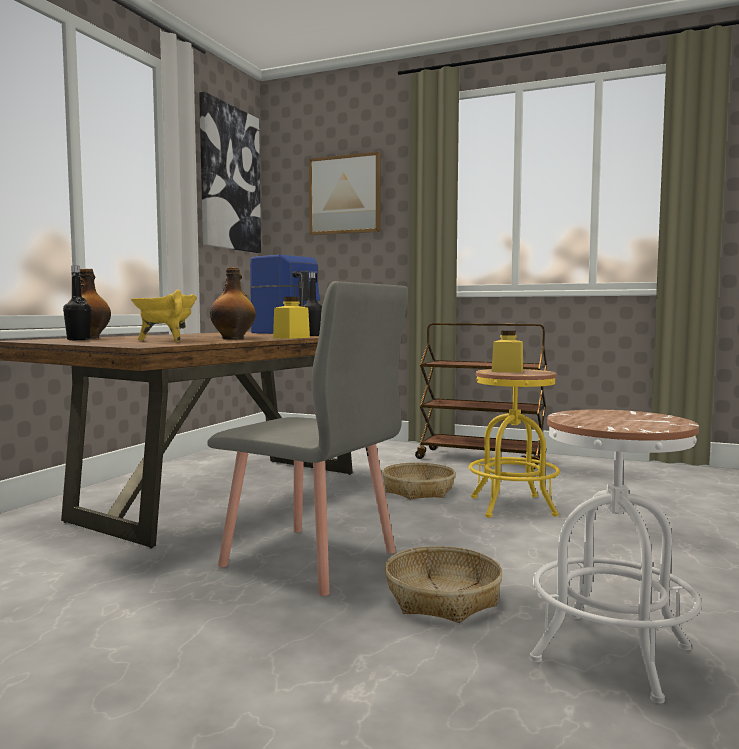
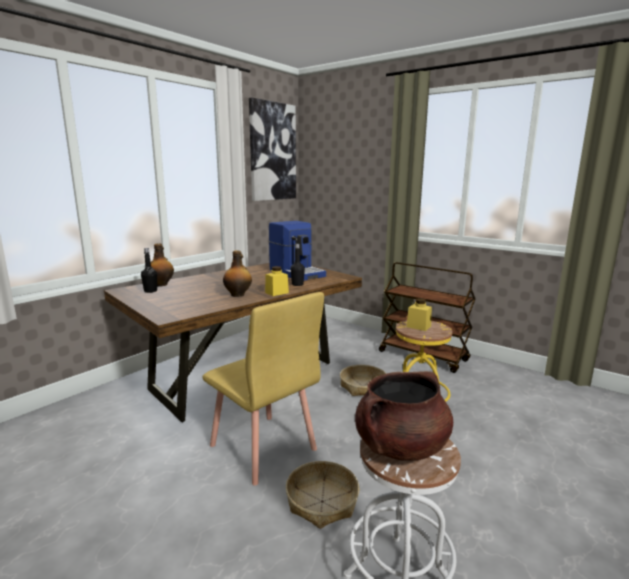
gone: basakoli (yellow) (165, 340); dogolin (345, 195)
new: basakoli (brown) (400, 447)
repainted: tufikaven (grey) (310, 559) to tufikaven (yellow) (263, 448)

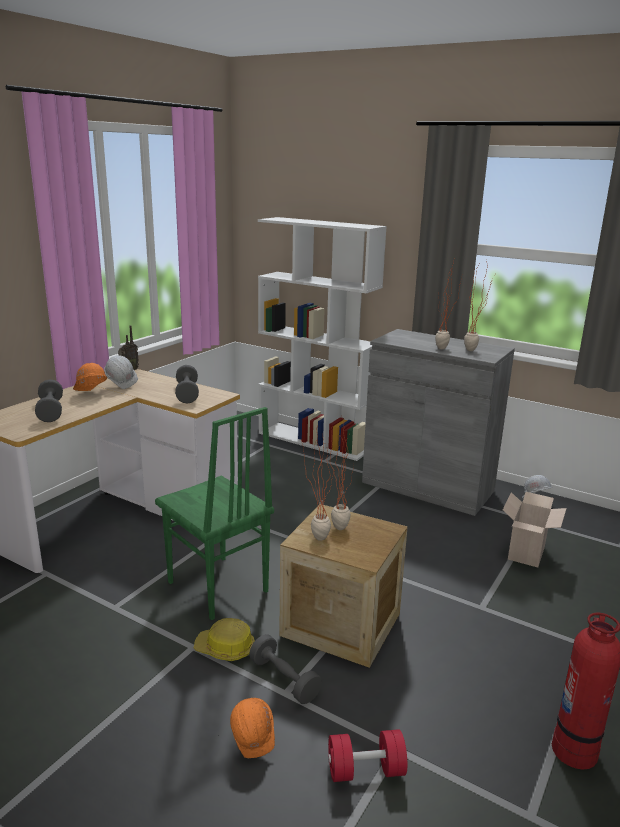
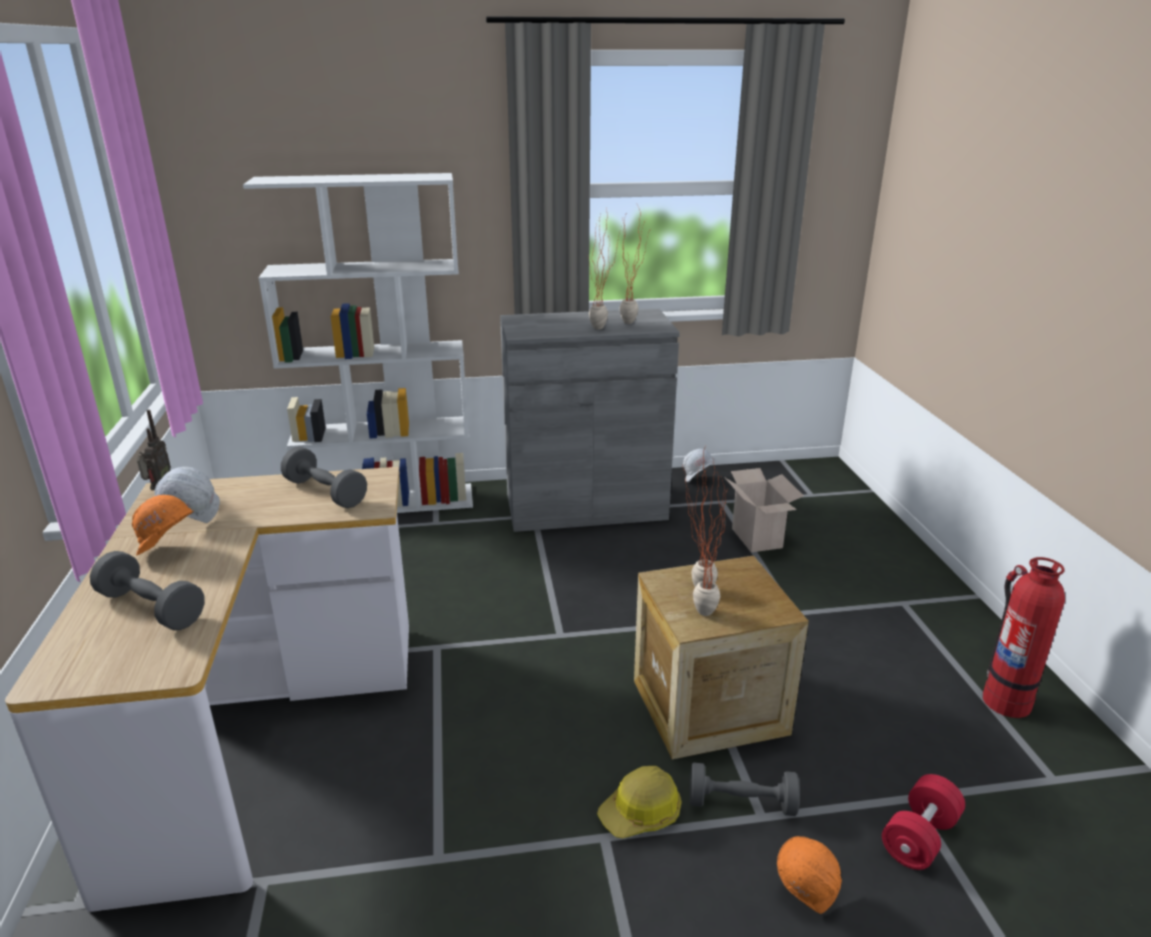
gone: tufikaven (green) (217, 588)

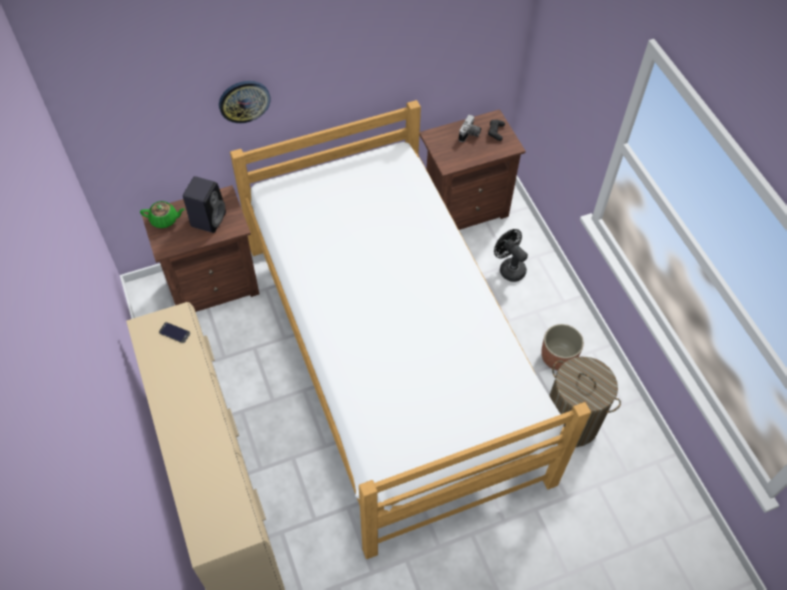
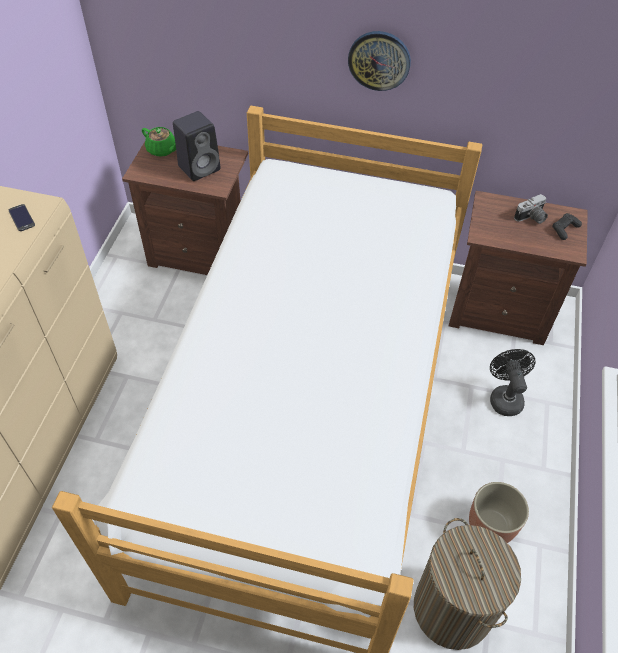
shifted: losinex (244, 101) to (379, 60)

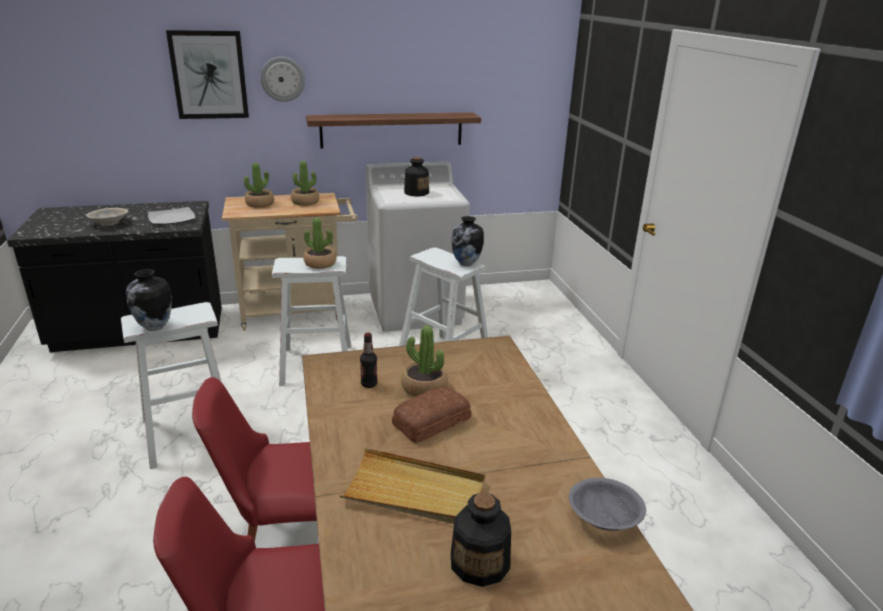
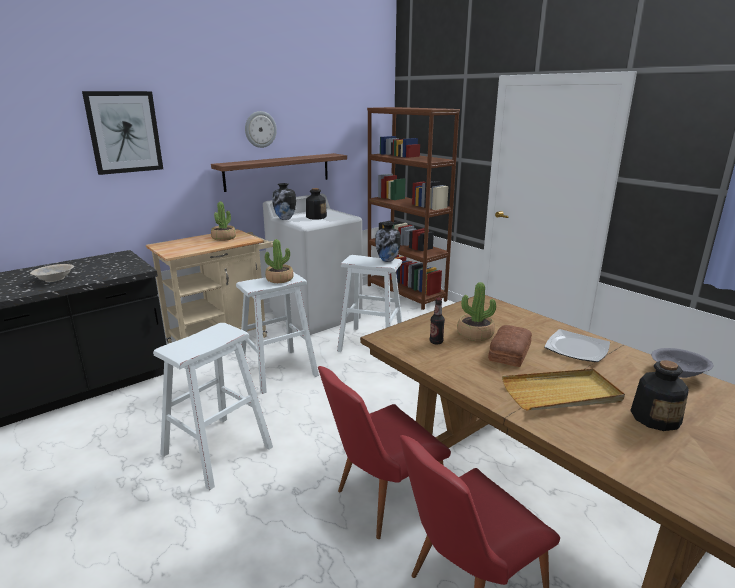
gone: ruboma (260, 204)
new: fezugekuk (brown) (406, 293)
shifted: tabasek (154, 327) to (285, 219); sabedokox (171, 218) to (577, 349); losinex (282, 79) to (260, 129)

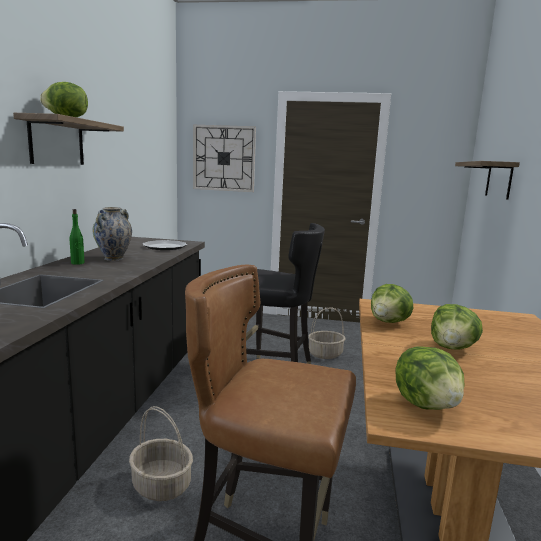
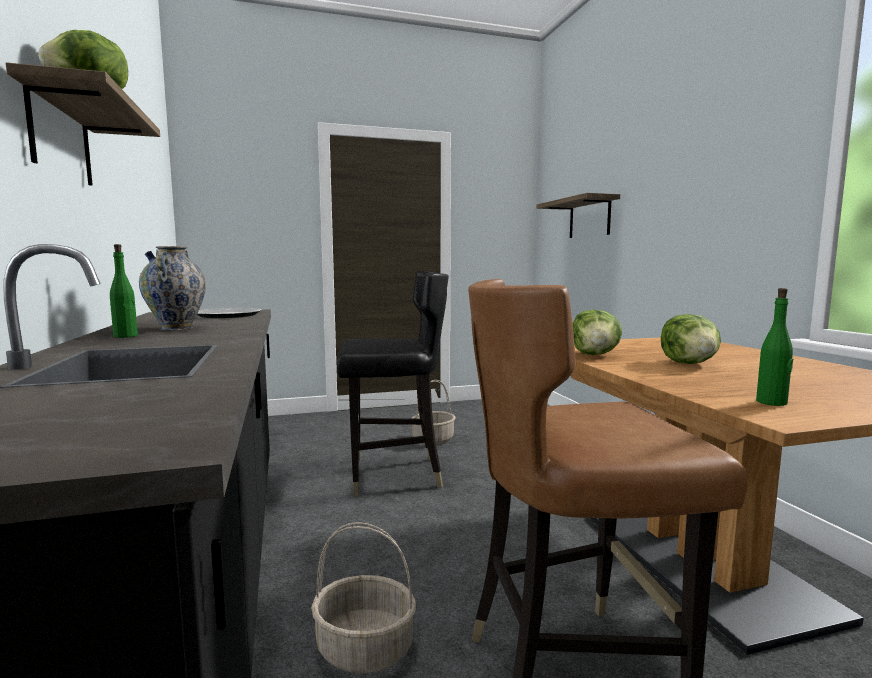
gone: losinex (224, 158)
swapped: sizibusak (427, 404) to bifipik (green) (772, 402)

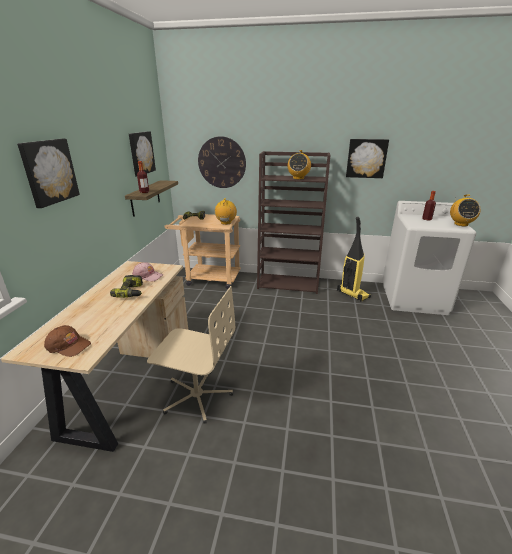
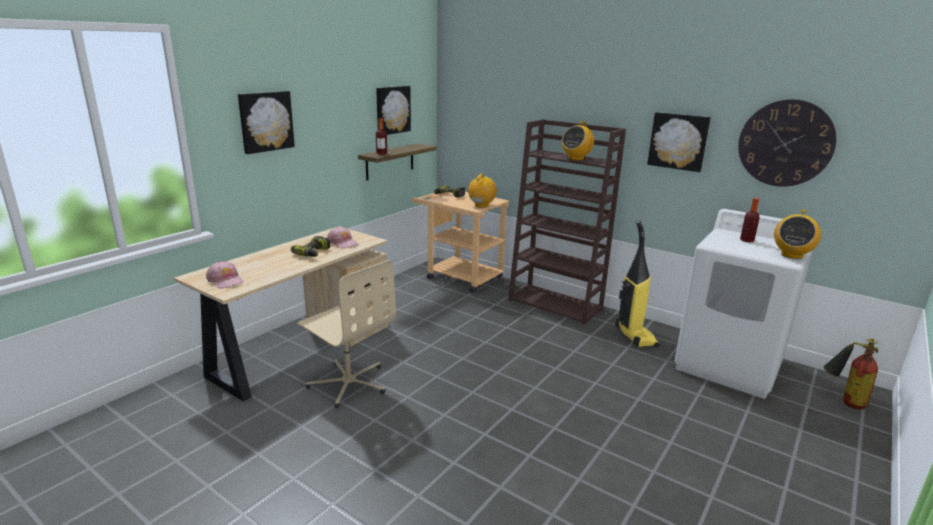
new: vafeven (843, 400)
shifted: losinex (222, 162) to (785, 143)
repainted: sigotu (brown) (68, 345) to sigotu (pink) (225, 280)

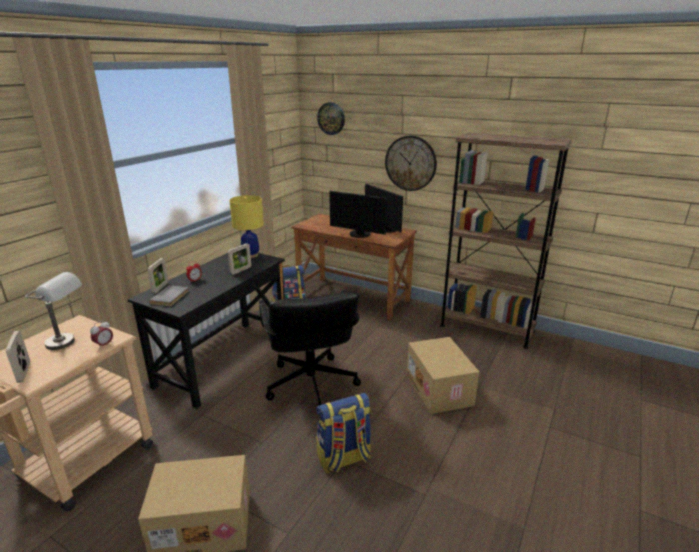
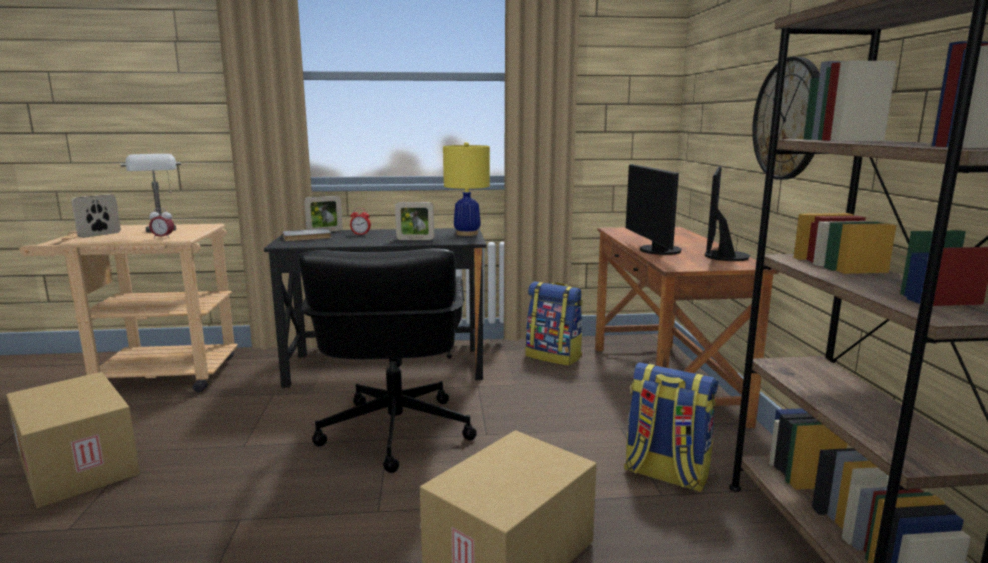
gone: losinex (331, 118)
shifted: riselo (344, 459) to (665, 474)
rotated: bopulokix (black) (310, 385) = (394, 432) 45 degrees counterclockwise

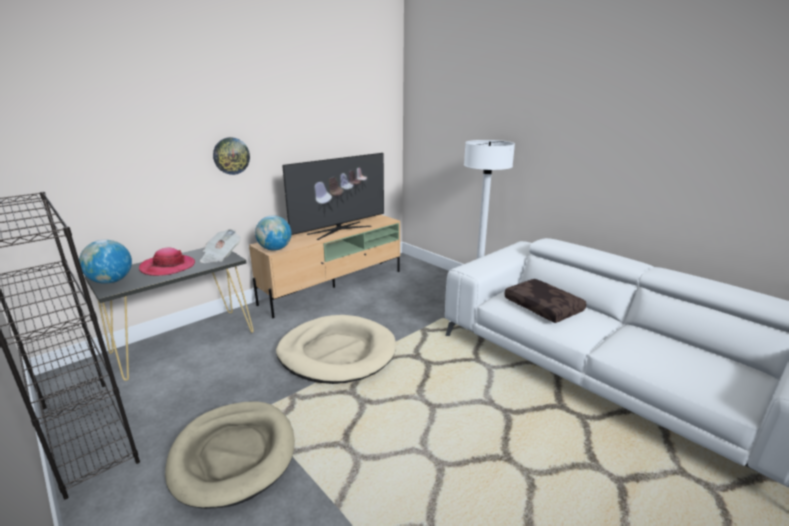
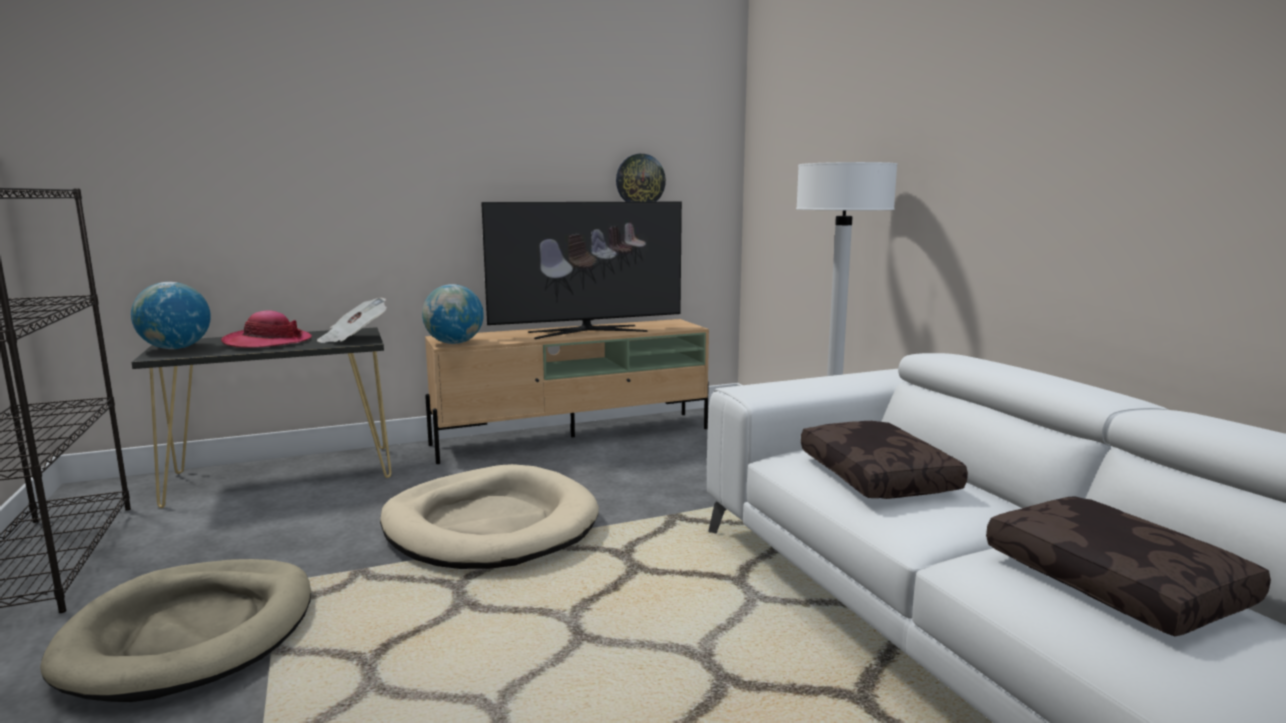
new: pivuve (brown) (1117, 582)
shifted: losinex (231, 156) to (640, 180)

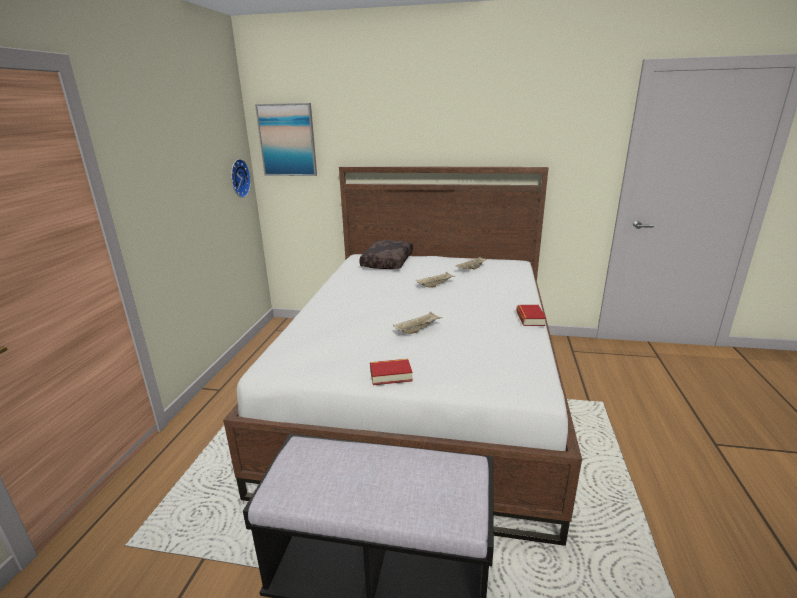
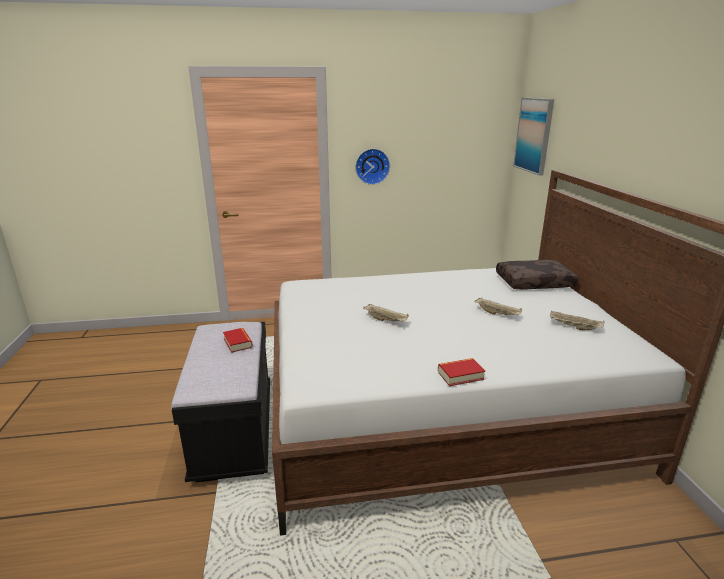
shifted: losinex (238, 178) to (372, 166); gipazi (390, 375) to (238, 343)

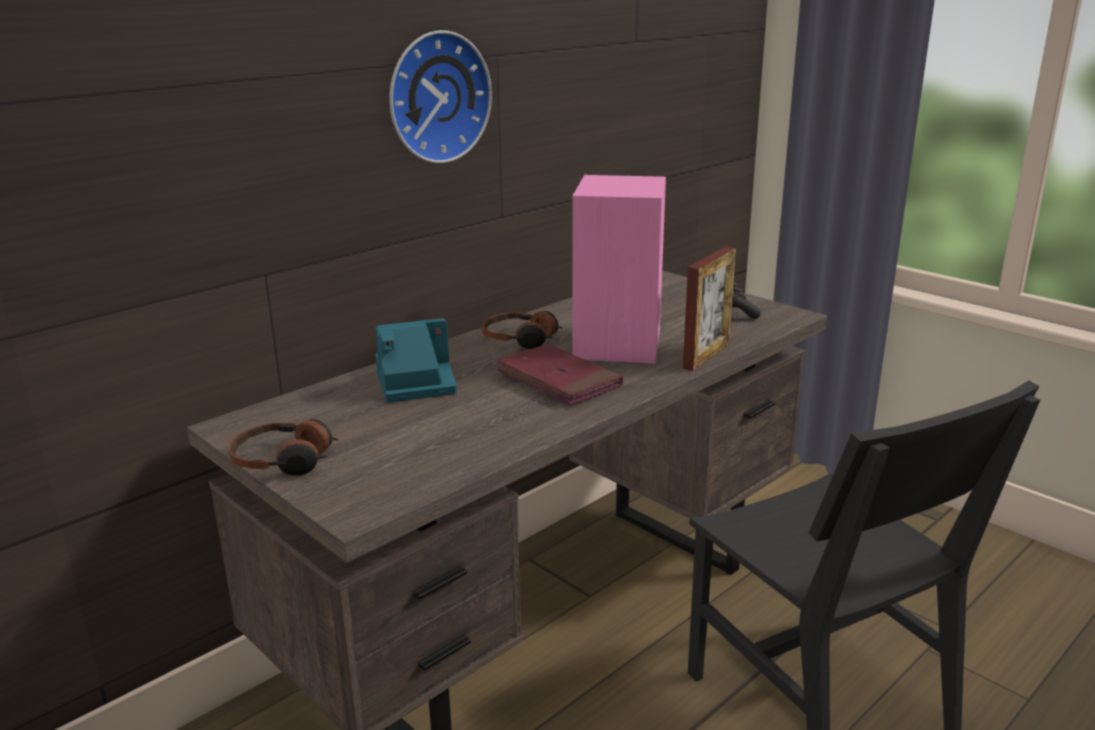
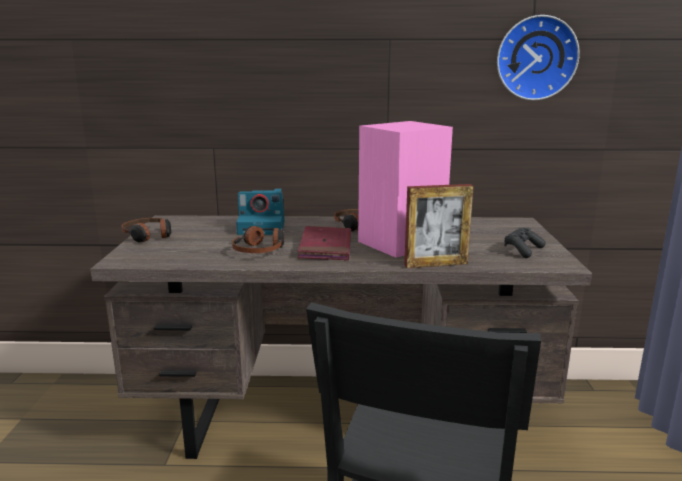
new: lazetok (260, 250)
shifted: losinex (435, 97) to (535, 58)
rotated: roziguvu (414, 383) = (263, 227) 150 degrees clockwise

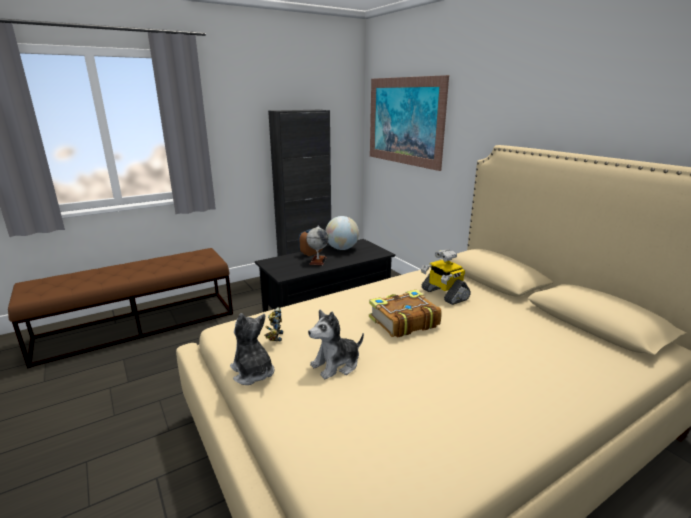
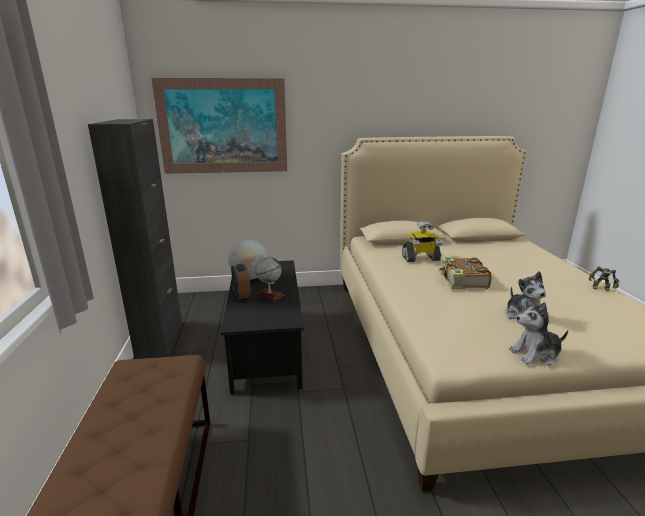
shifted: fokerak (274, 336) to (601, 289)

